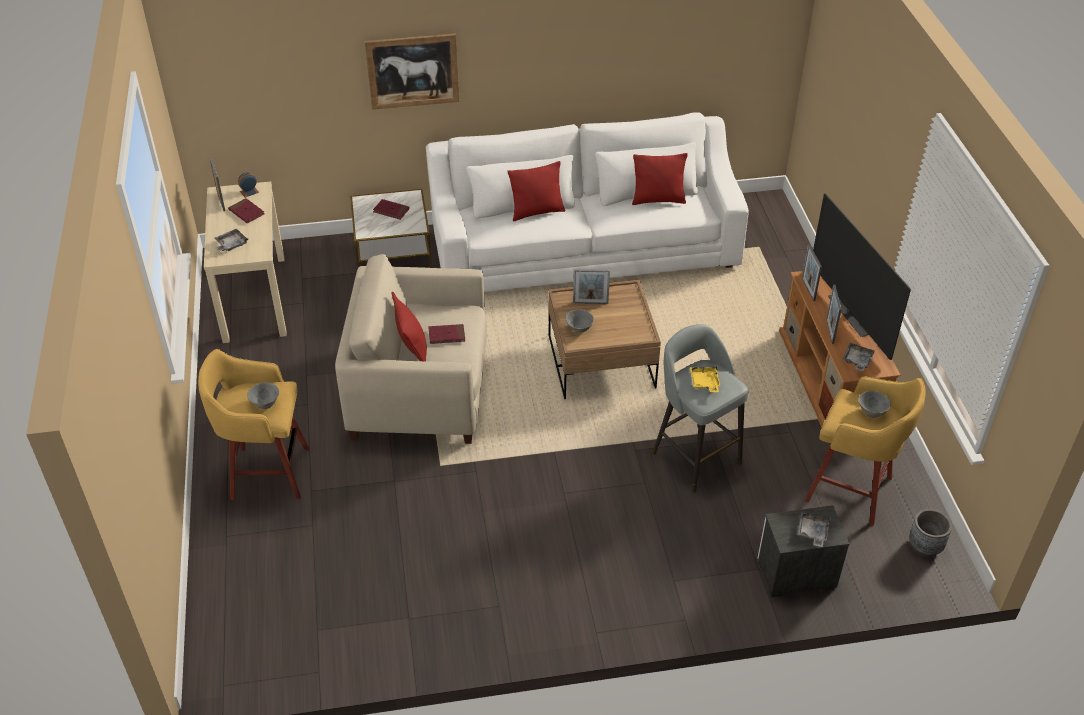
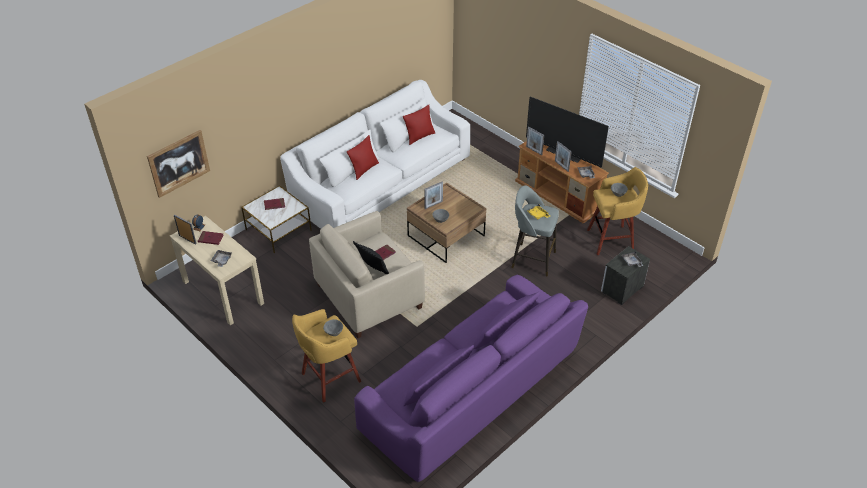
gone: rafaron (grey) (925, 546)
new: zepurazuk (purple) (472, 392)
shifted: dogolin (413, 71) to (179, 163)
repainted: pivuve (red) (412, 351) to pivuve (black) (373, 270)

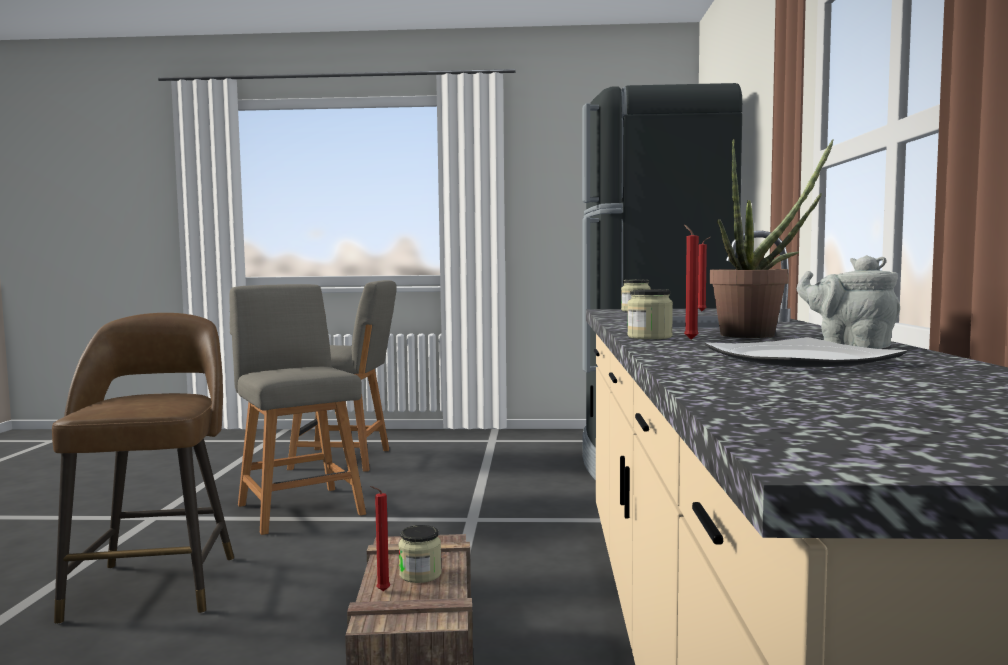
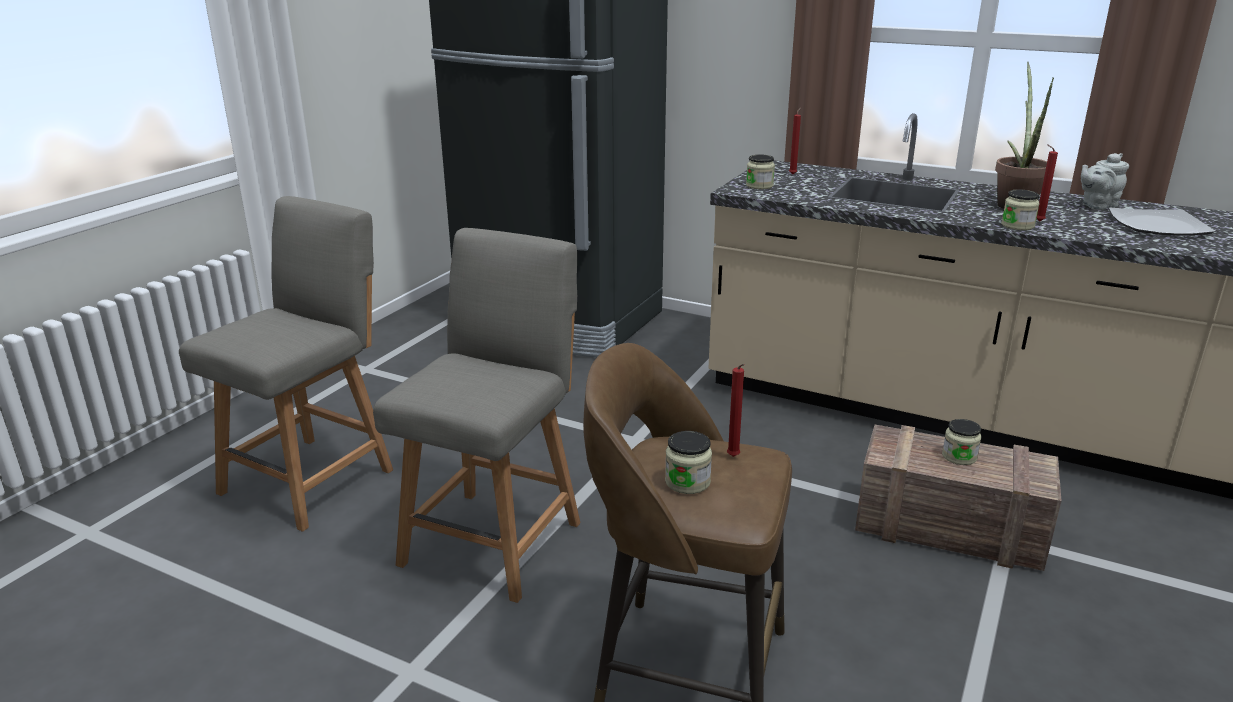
new: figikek (687, 482)
shifted: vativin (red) (381, 592) to (734, 457)
rotated: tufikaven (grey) (299, 508) = (495, 539) 120 degrees clockwise

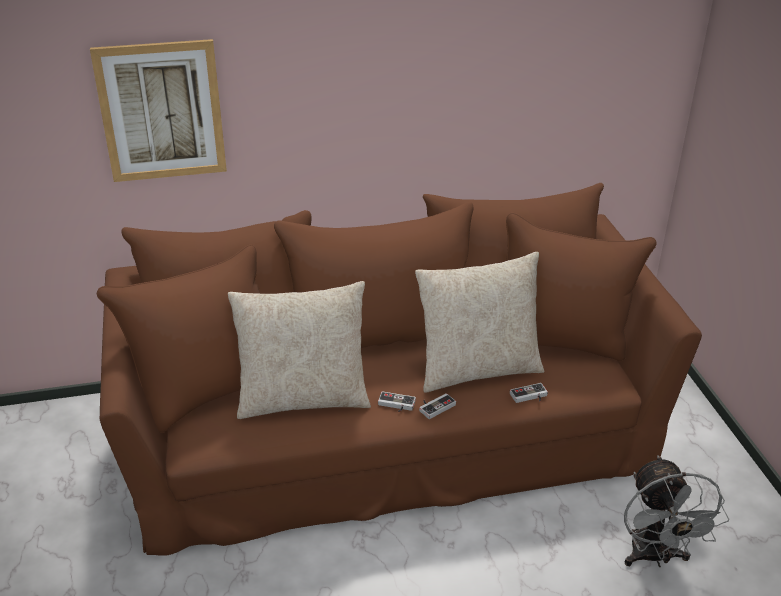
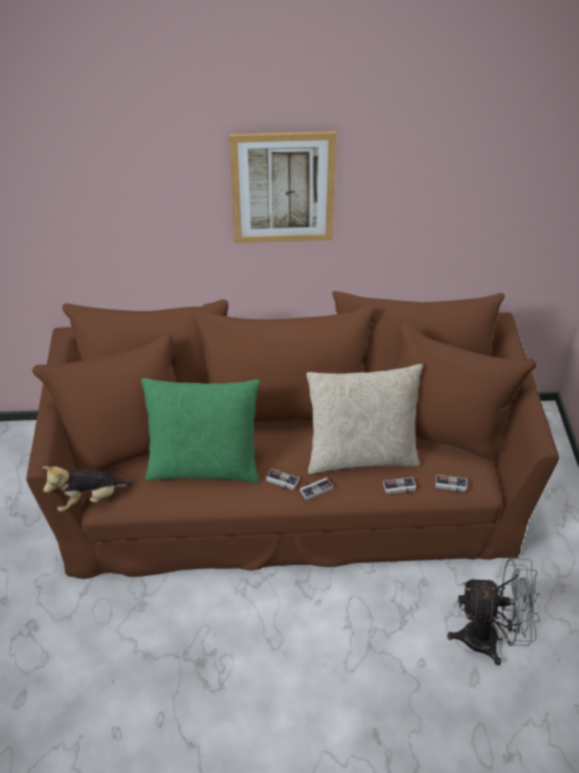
new: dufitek (89, 499); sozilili (450, 487)
shifted: dogolin (161, 111) to (283, 188)
repainted: pivuve (beige) (303, 398) to pivuve (green) (204, 466)
rotated: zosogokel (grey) (655, 557) = (490, 639) 90 degrees counterclockwise

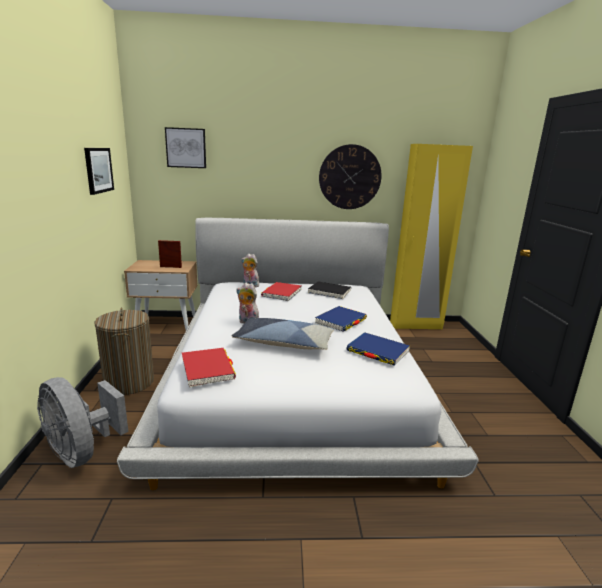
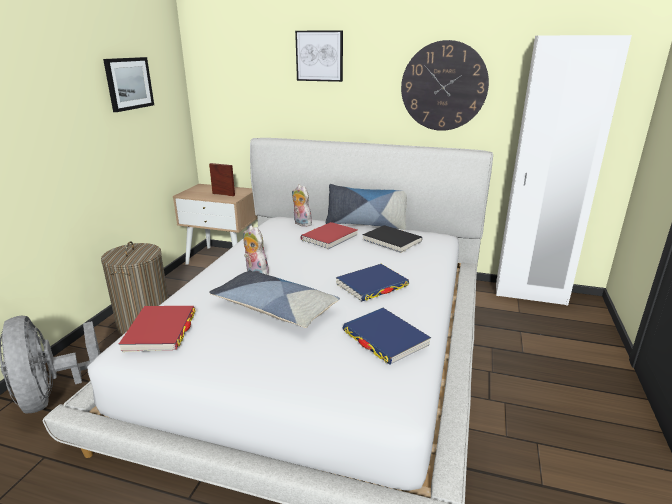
new: pivuve (366, 224)
shifted: dogolin (186, 148) to (319, 56)
repainted: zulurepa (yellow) (416, 325) to zulurepa (white) (530, 294)

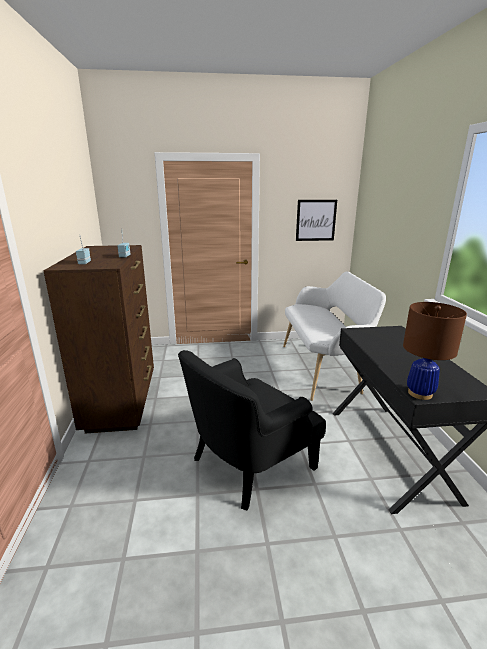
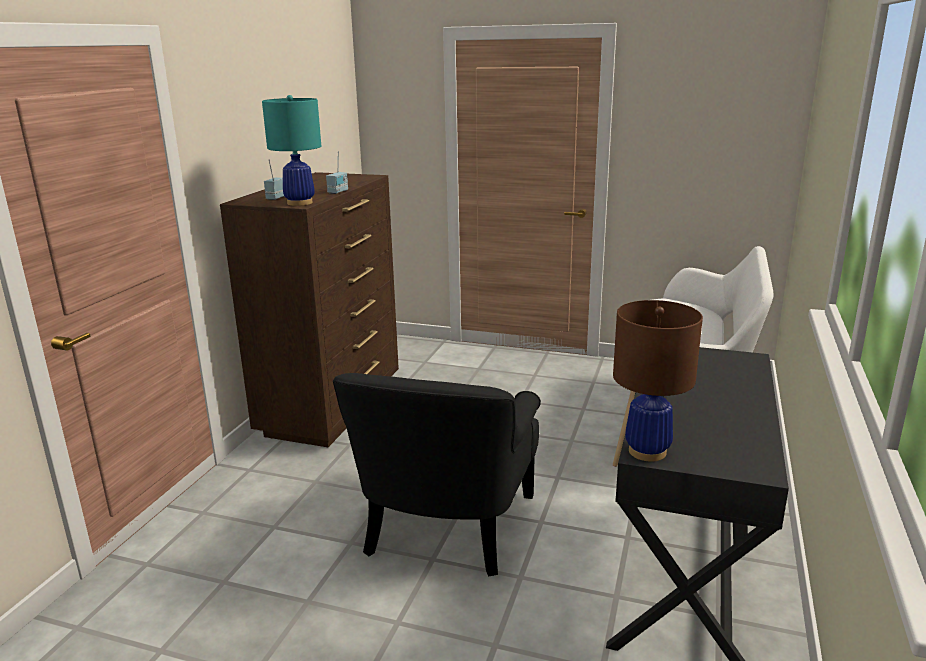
gone: dogolin (316, 220)
new: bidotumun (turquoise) (299, 203)
rotated: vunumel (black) (249, 463) = (446, 525) 60 degrees counterclockwise

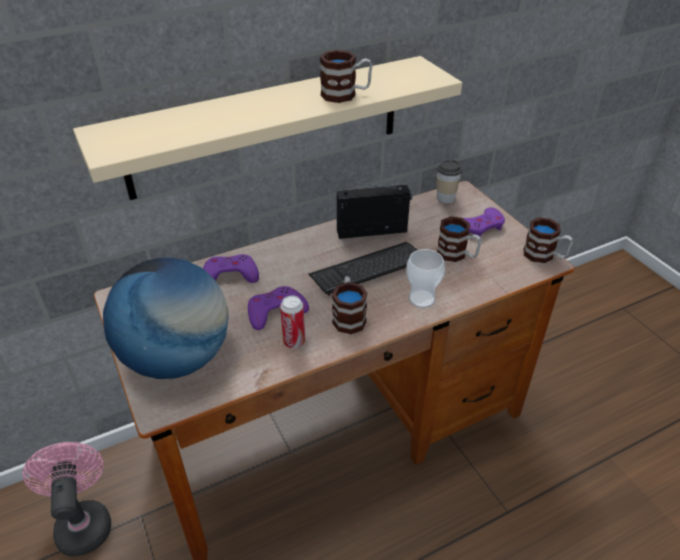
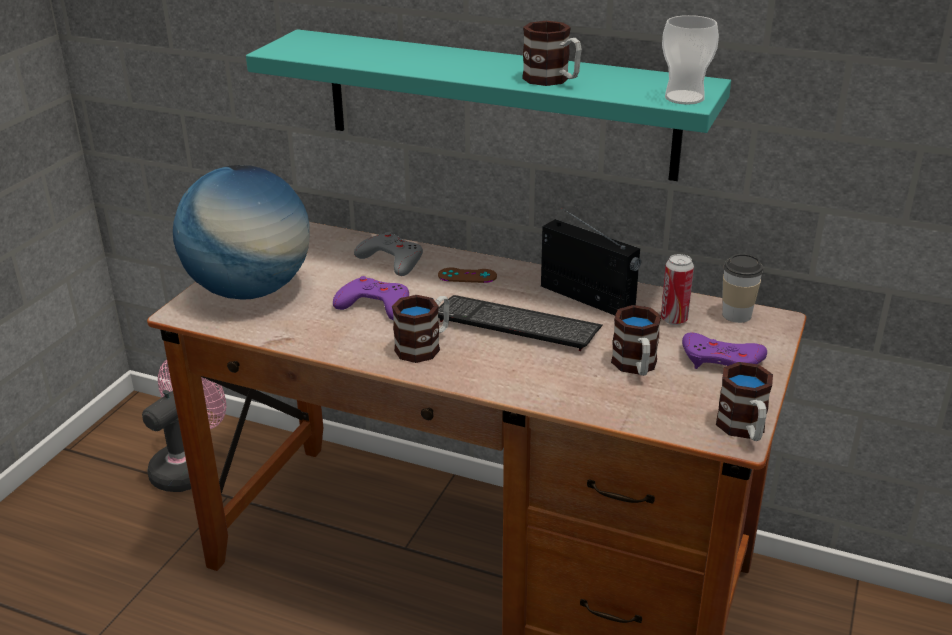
new: sozilili (brown) (467, 276)
shifted: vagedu (294, 342) to (674, 319); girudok (421, 299) to (684, 98)
repainted: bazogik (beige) (267, 127) to bazogik (turquoise) (498, 103); sozilili (purple) (230, 275) to sozilili (grey) (391, 260)

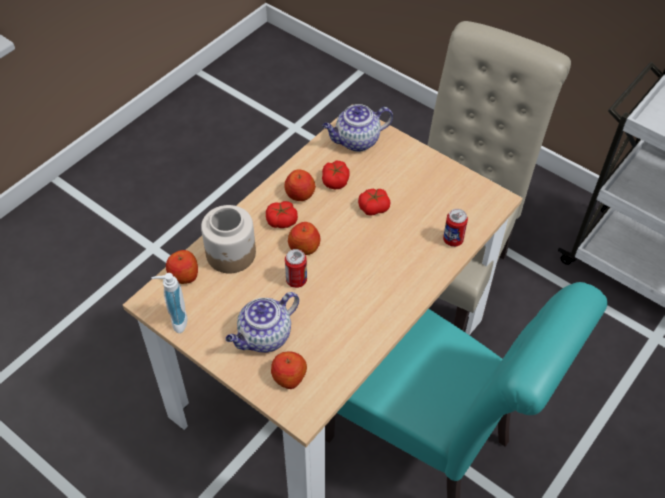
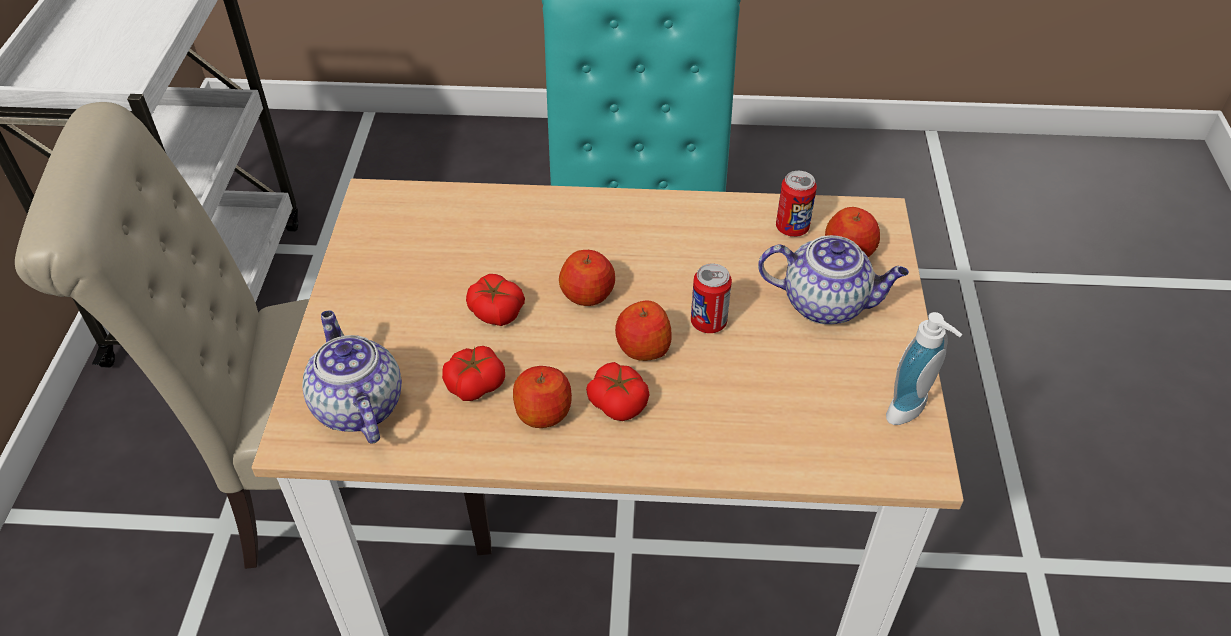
gone: figikek (231, 254)
shifted: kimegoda (183, 275) to (588, 294); vagedu (453, 240) to (792, 228)
rotated: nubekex (356, 141) = (357, 406) 150 degrees counterclockwise

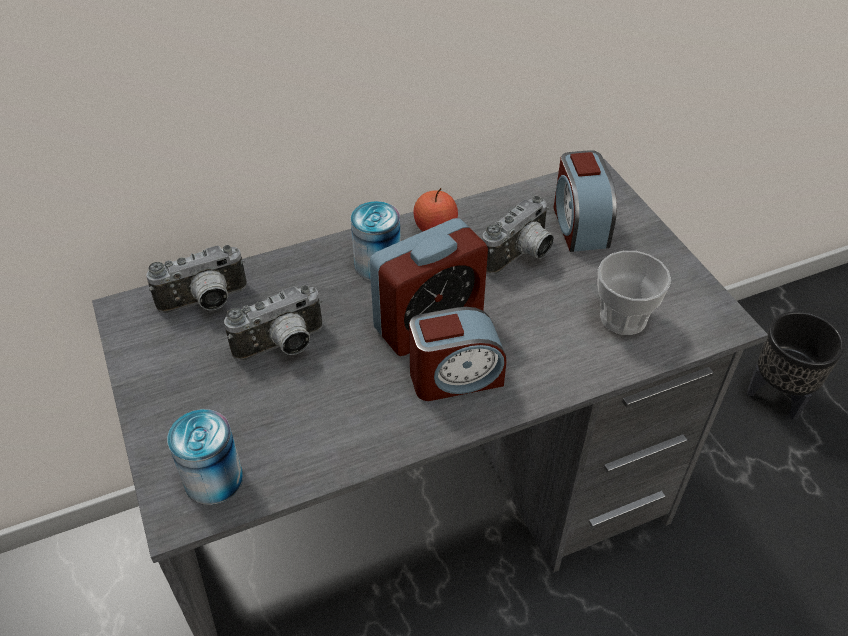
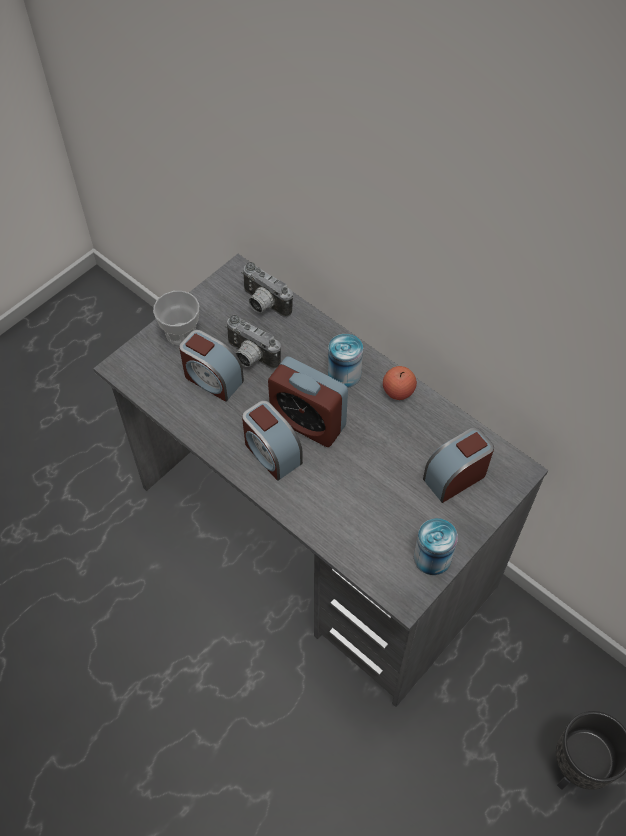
gone: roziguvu (521, 257)
new: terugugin (212, 379)
shifted: vagedu (213, 479) to (432, 557); girudok (623, 318) to (181, 333)

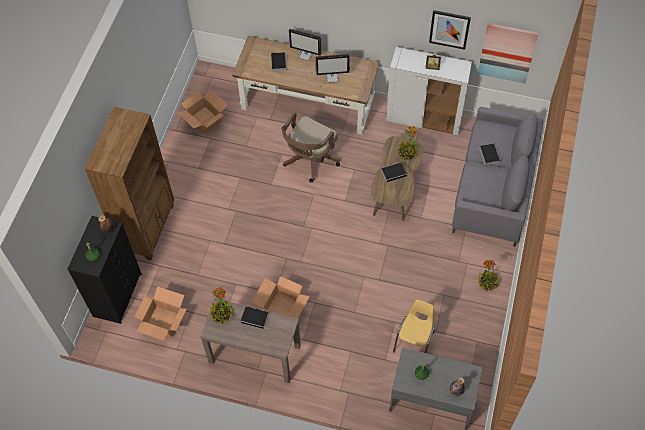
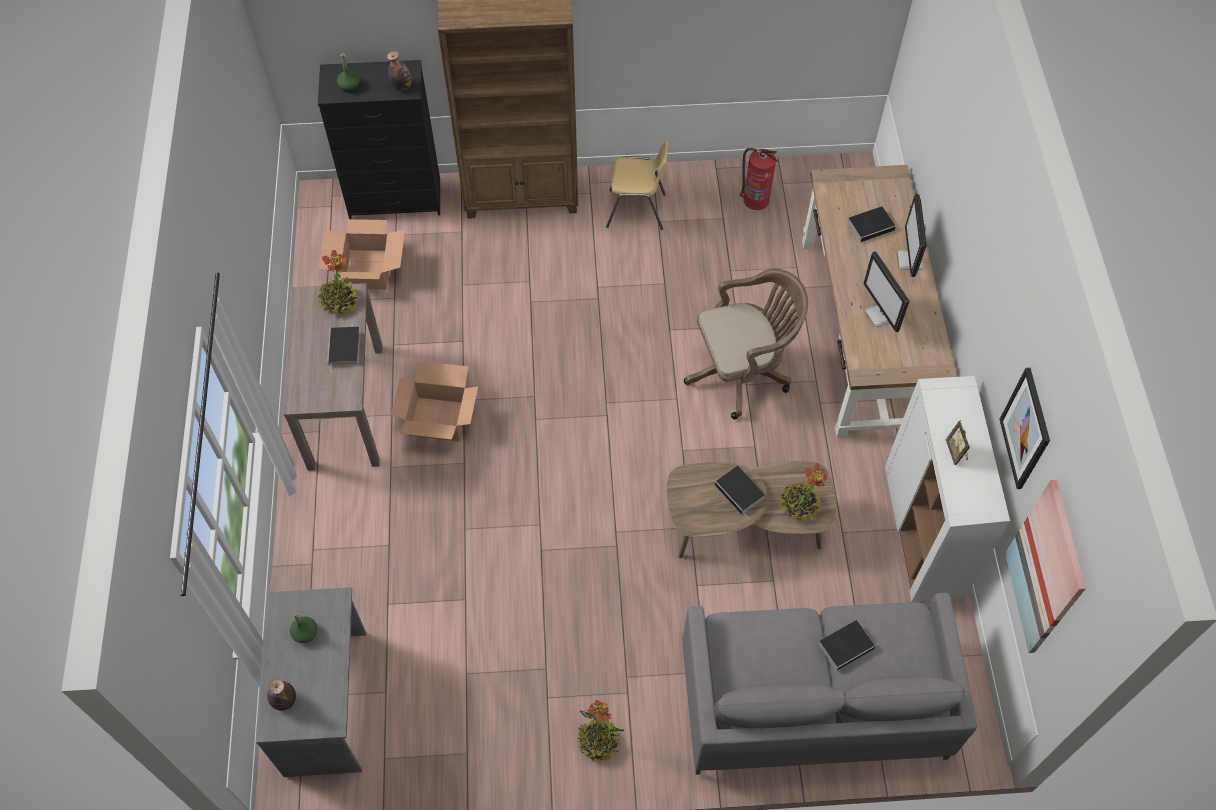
shifted: tufikaven (yellow) (414, 342) to (636, 210)
swapped: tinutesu (205, 120) to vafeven (755, 199)
rotated: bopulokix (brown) (309, 160) = (742, 372) 150 degrees clockwise

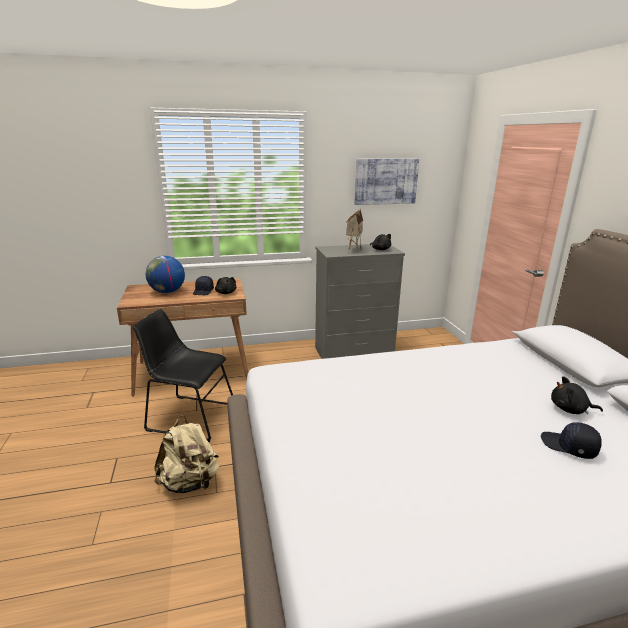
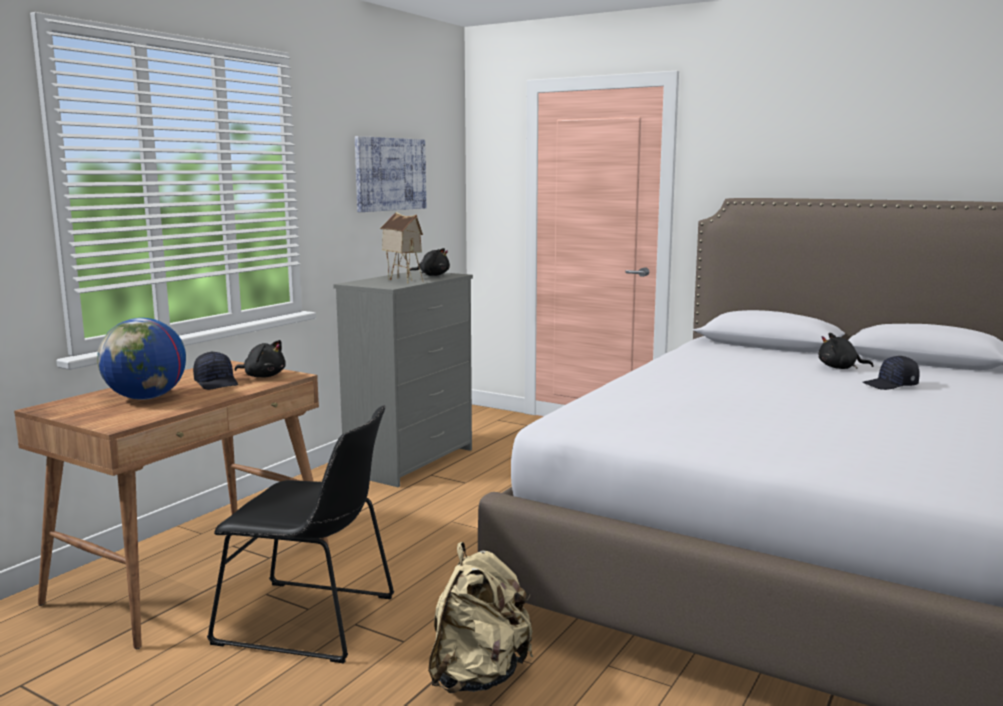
rotated: tufikaven (black) (188, 417) = (313, 621) 135 degrees counterclockwise; dufitek (black) (570, 409) = (840, 368) 45 degrees clockwise

